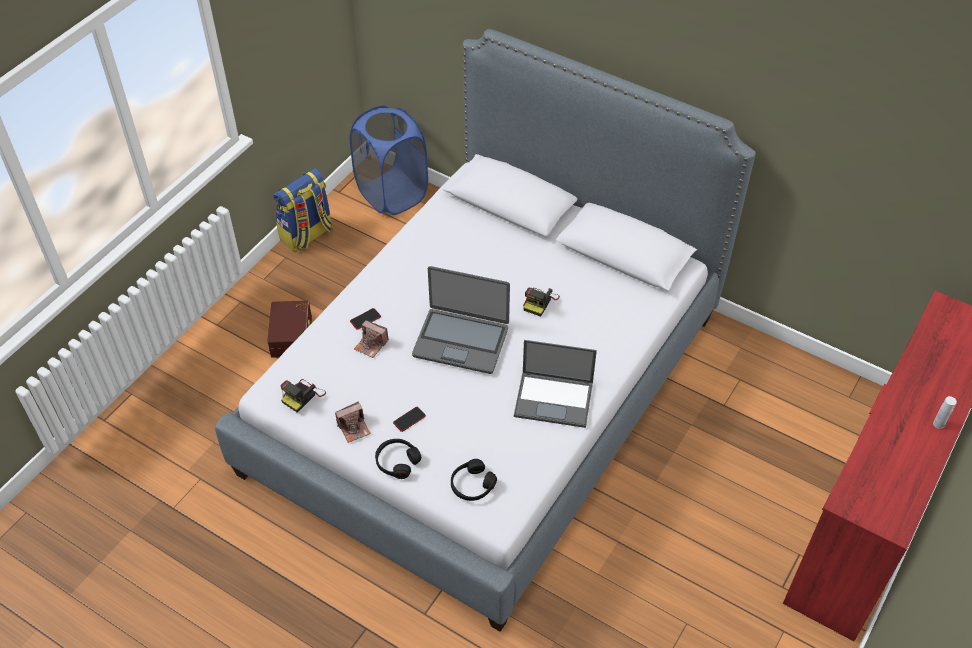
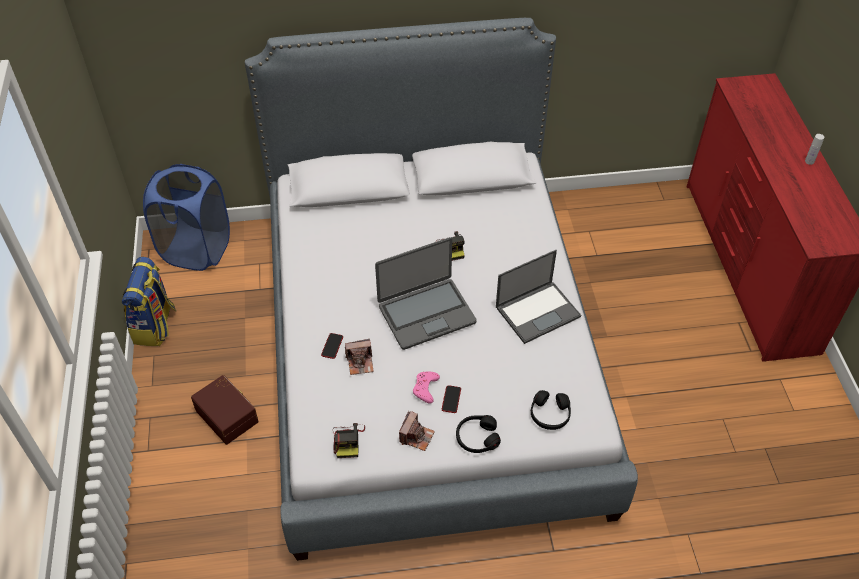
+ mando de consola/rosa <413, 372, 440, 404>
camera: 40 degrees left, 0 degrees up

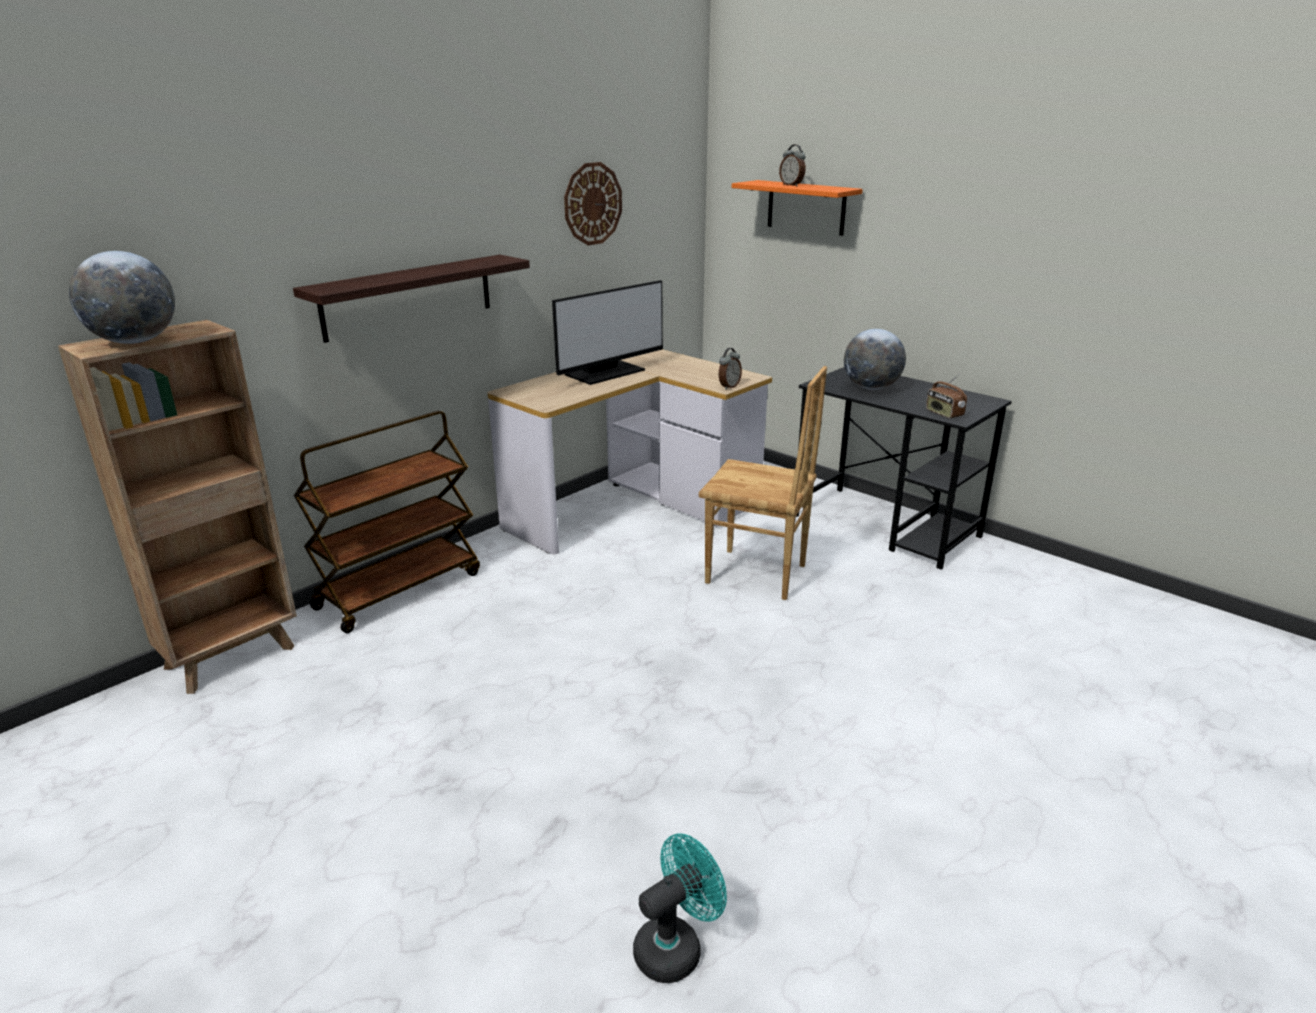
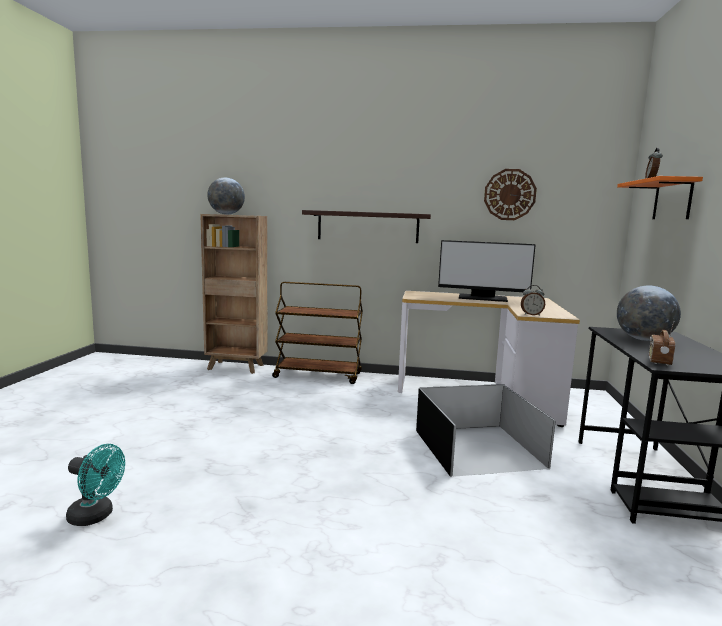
~ silla/marrón <699, 366, 827, 600> to caja de almacenaje/negro <416, 384, 556, 477>
camera: 55 degrees right, 15 degrees down

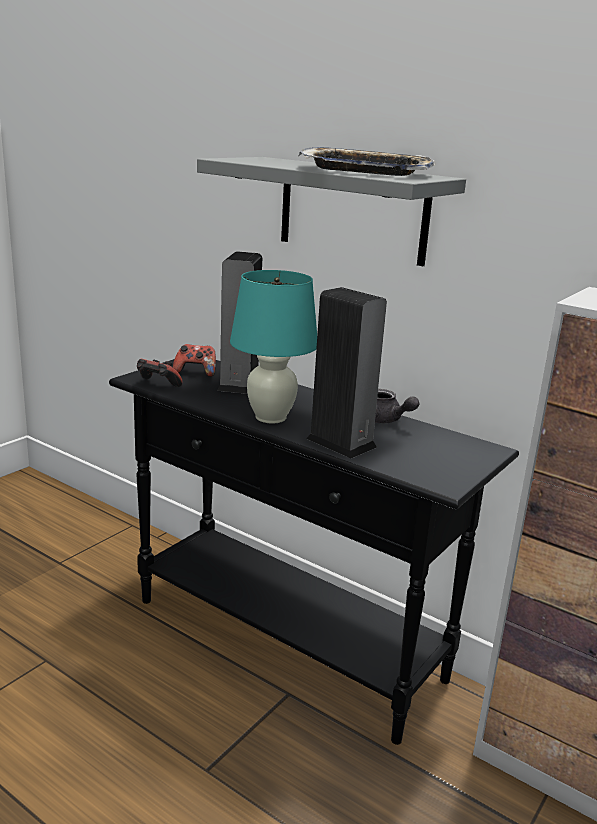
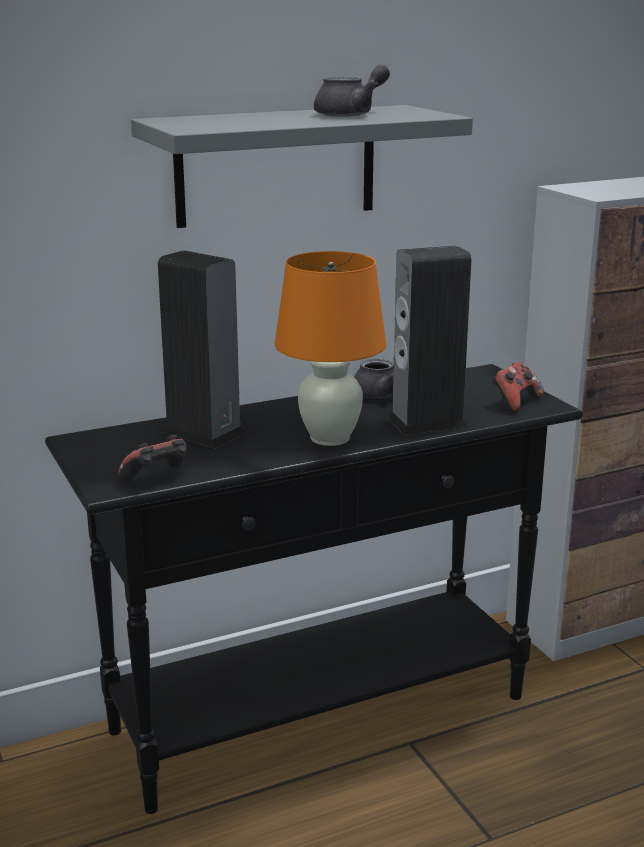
~ mando de consola <173, 344, 216, 377> to <492, 362, 544, 412>
~ bandeja <298, 147, 435, 176> to tetera/gris <314, 64, 390, 117>
~ lámpara de mesa/turquesa <230, 270, 317, 424> to lámpara de mesa/naranja <275, 251, 386, 446>
camera: 60 degrees left, 0 degrees up

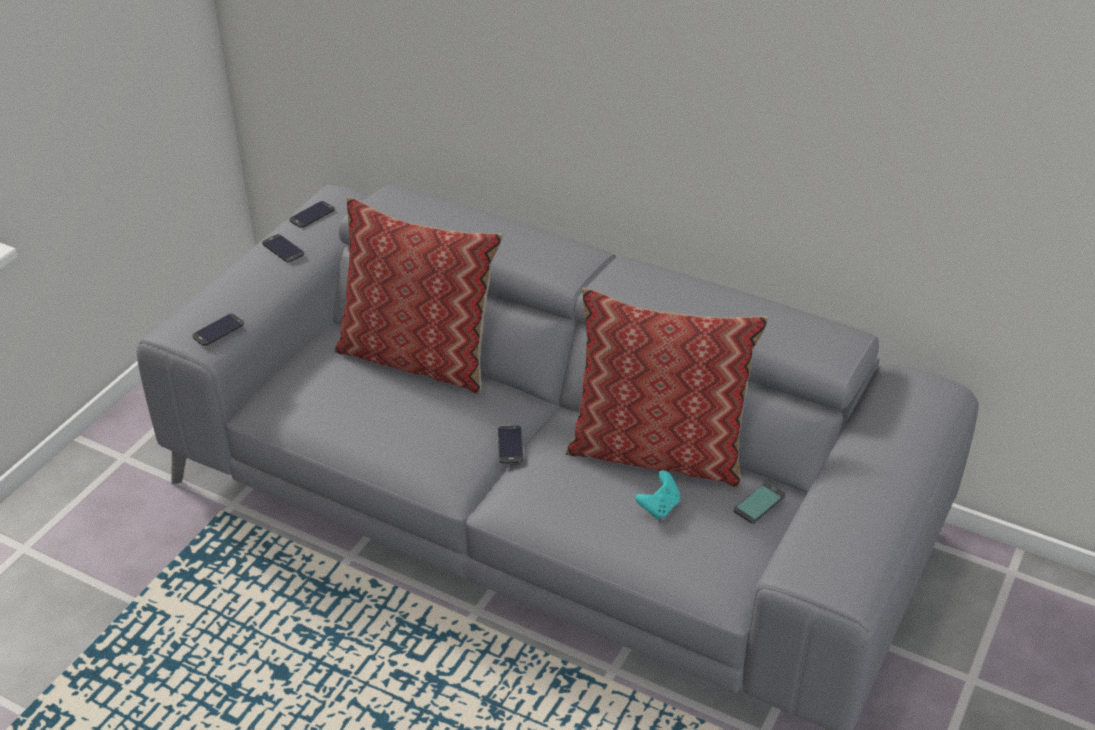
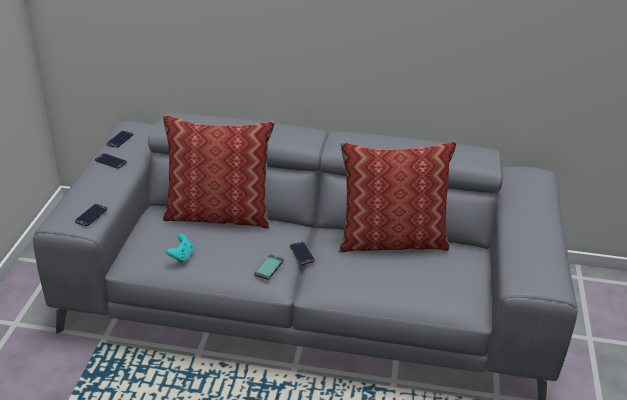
~ mando de consola/turquesa <635, 470, 680, 519> to <166, 234, 194, 263>
~ móvil <733, 482, 786, 524> to <254, 254, 284, 280>
camera: 20 degrees left, 5 degrees down

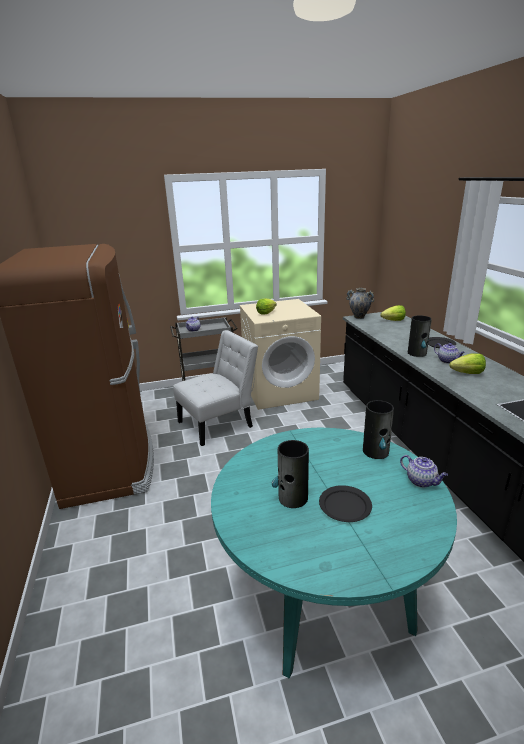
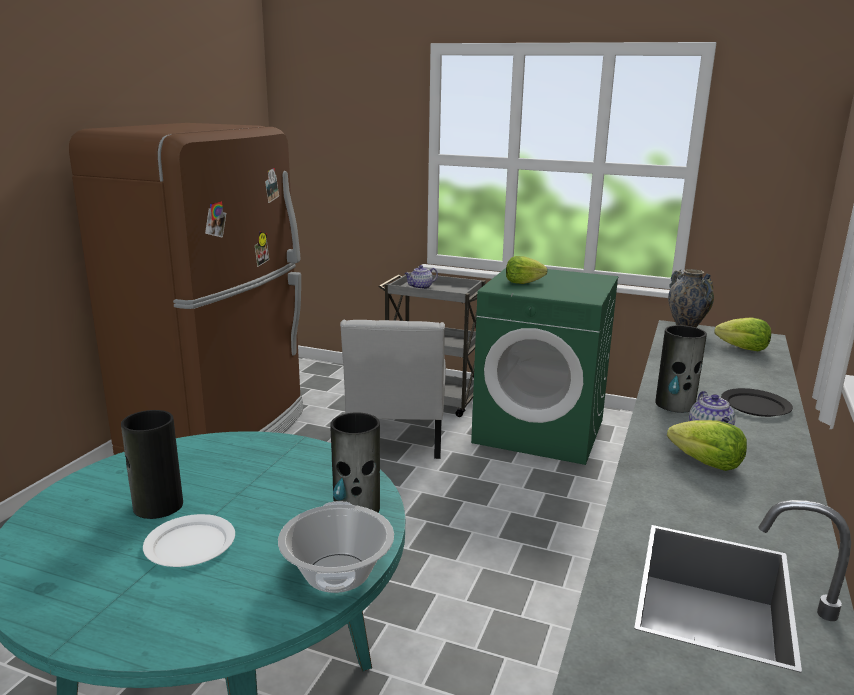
~ tetera <400, 455, 448, 488> to olla <278, 501, 394, 593>
~ lavadora/beis <239, 299, 321, 410> to lavadora/verde <471, 268, 619, 465>
~ plato/negro <319, 485, 372, 522> to plato/blanco <143, 514, 235, 567>
~ silla/blanco <173, 330, 258, 446> = <340, 320, 446, 459> 90 degrees clockwise
camera: 35 degrees right, 5 degrees down

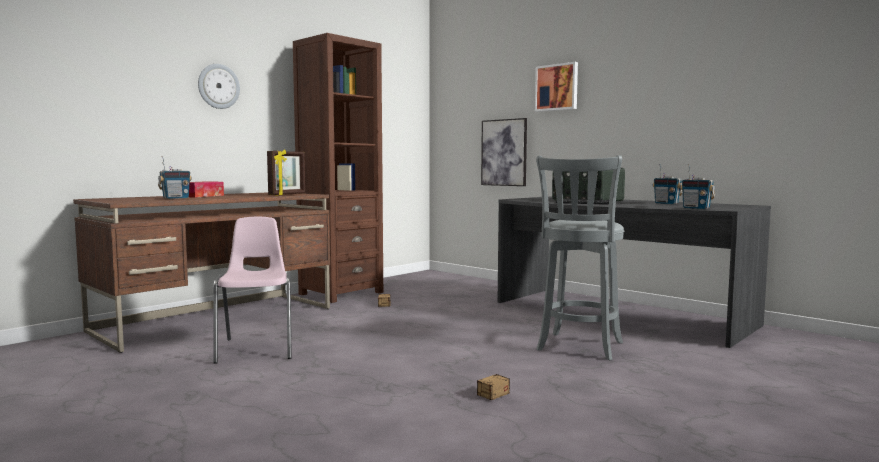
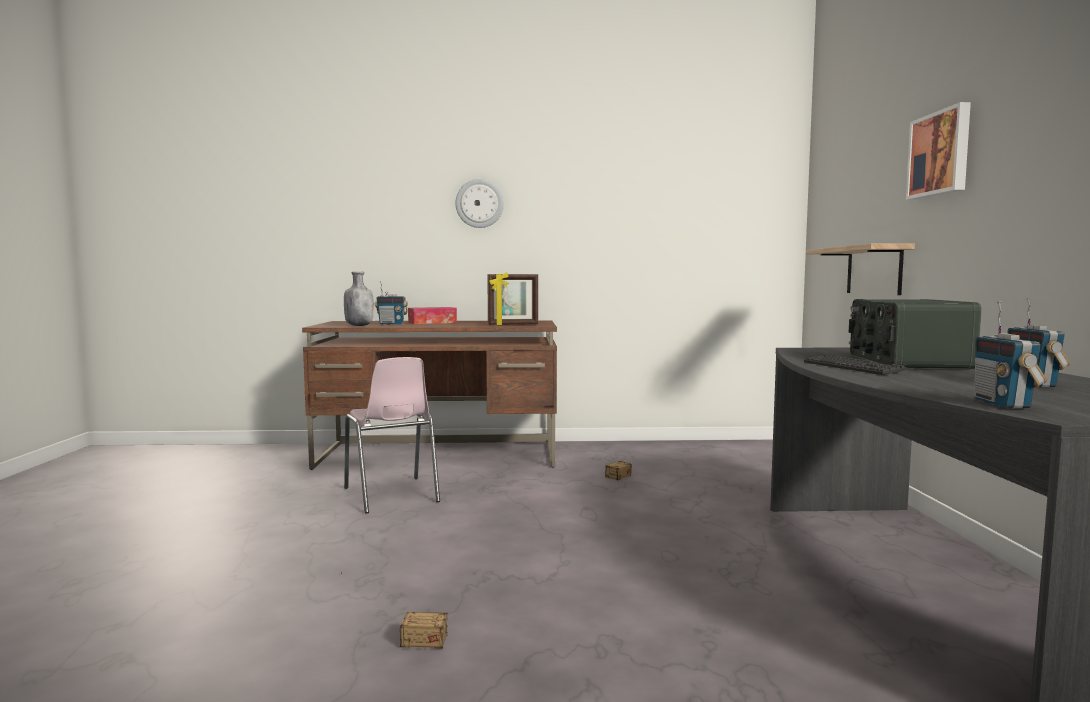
- estantería/marrón <293, 33, 383, 303>
- taburete/gris <536, 155, 624, 360>
+ botella/gris <344, 272, 374, 326>
~ cuadro <481, 118, 527, 186> to estante <806, 243, 915, 295>
~ silla/rosa <213, 217, 292, 364> = <344, 357, 440, 514> 120 degrees clockwise
camera: 45 degrees right, 0 degrees up

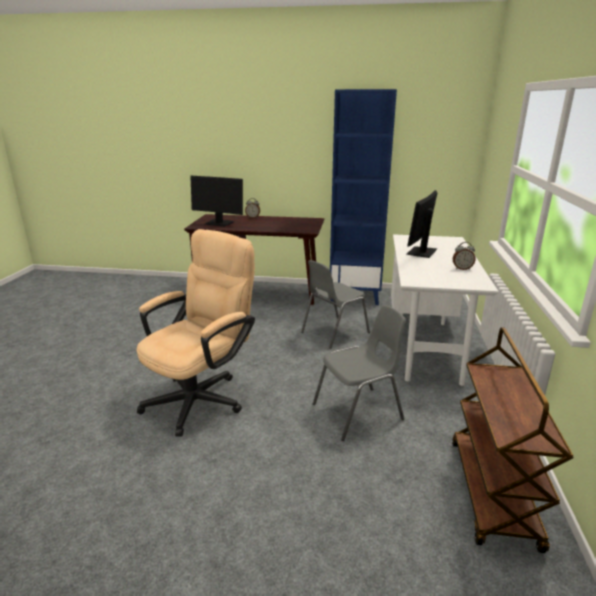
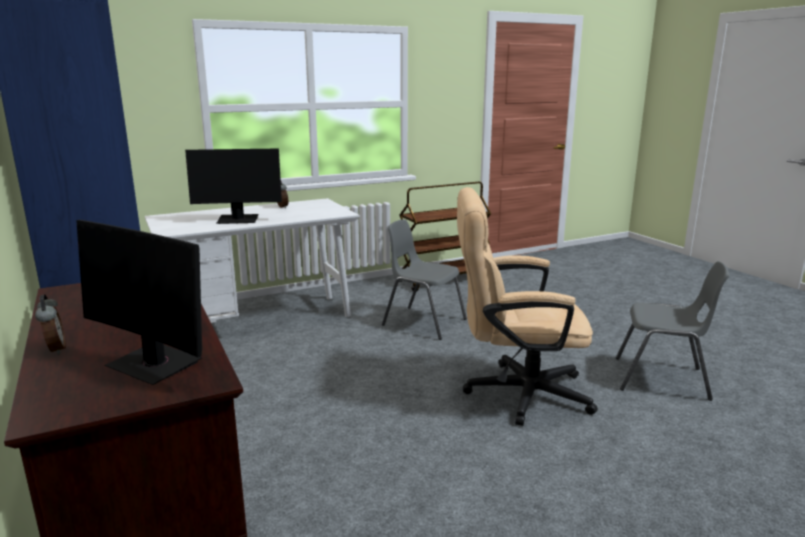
~ silla/gris <301, 260, 370, 349> to <616, 261, 730, 401>
~ monitor <191, 176, 243, 227> = <76, 220, 202, 385> 135 degrees clockwise
camera: 125 degrees left, 5 degrees down

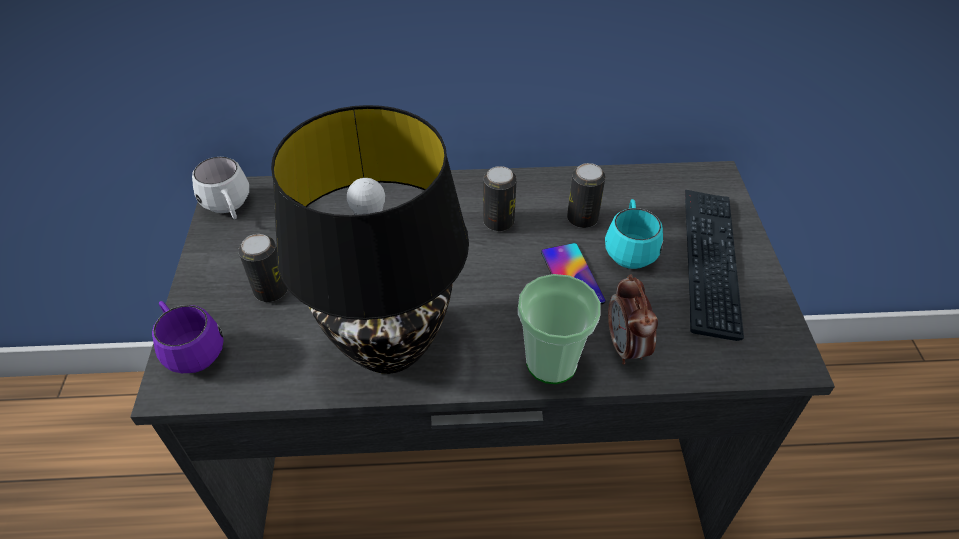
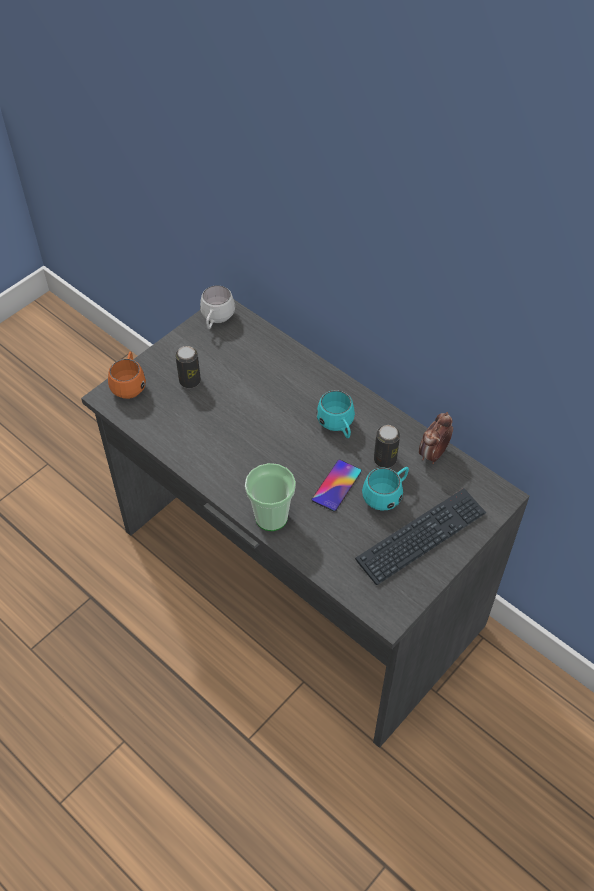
- lámpara de mesa/negro <271, 105, 469, 374>
~ despertador <608, 274, 658, 365> to <419, 412, 453, 464>
~ lata <483, 166, 517, 231> to taza grande/turquesa <316, 390, 355, 438>
~ taza grande/morado <152, 301, 223, 373> to taza grande/naranja <108, 351, 146, 399>
camera: 45 degrees right, 5 degrees up

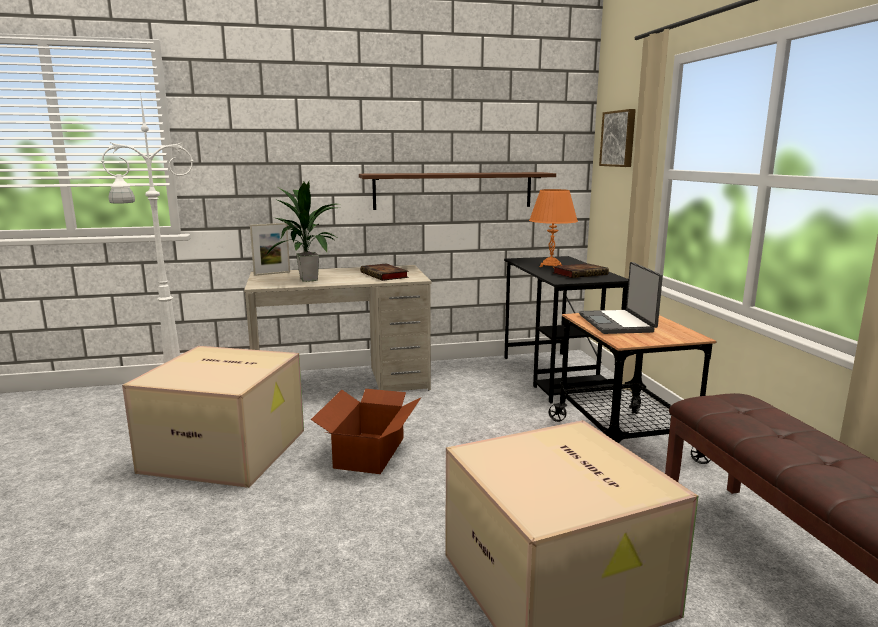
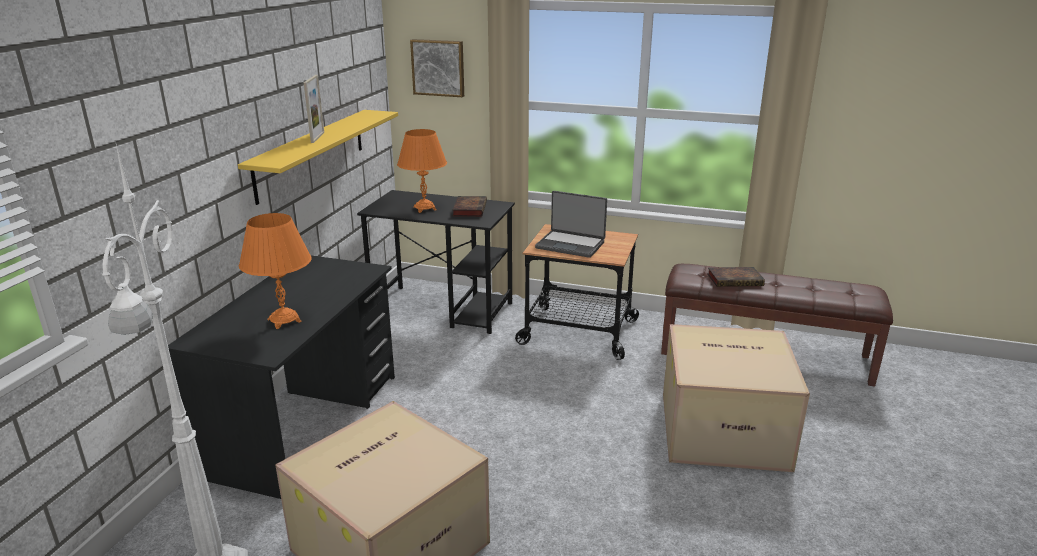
- caja de cartón <311, 389, 422, 474>
~ portarretratos <250, 223, 290, 276> to <304, 75, 324, 143>
~ libro <360, 263, 409, 281> to <707, 267, 765, 287>
~ planta en maceta <265, 181, 340, 282> to lámpara de mesa/naranja <239, 213, 312, 329>
~ escritorio/beis <244, 265, 432, 391> to escritorio/negro <168, 255, 395, 499>
~ estante/marrón <359, 172, 556, 210> to estante/amarillo <238, 110, 398, 205>
camera: 60 degrees left, 10 degrees up

